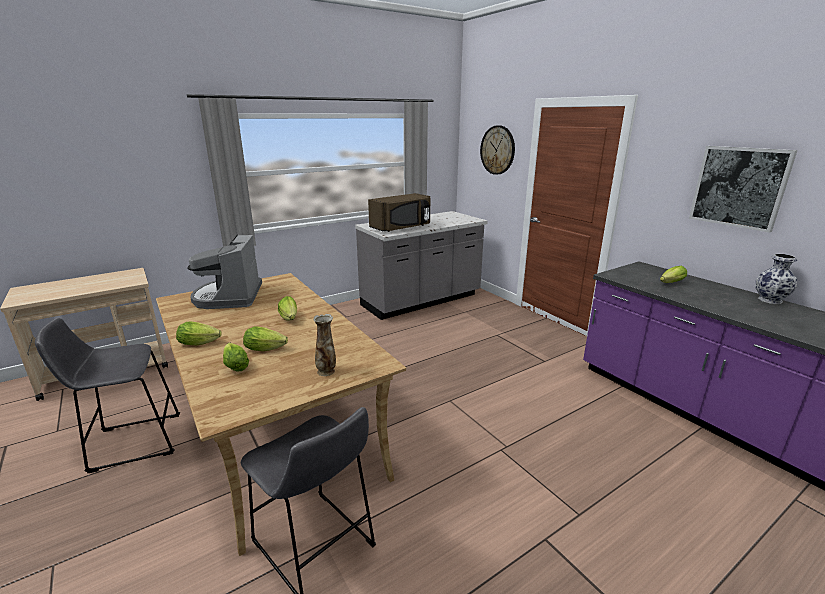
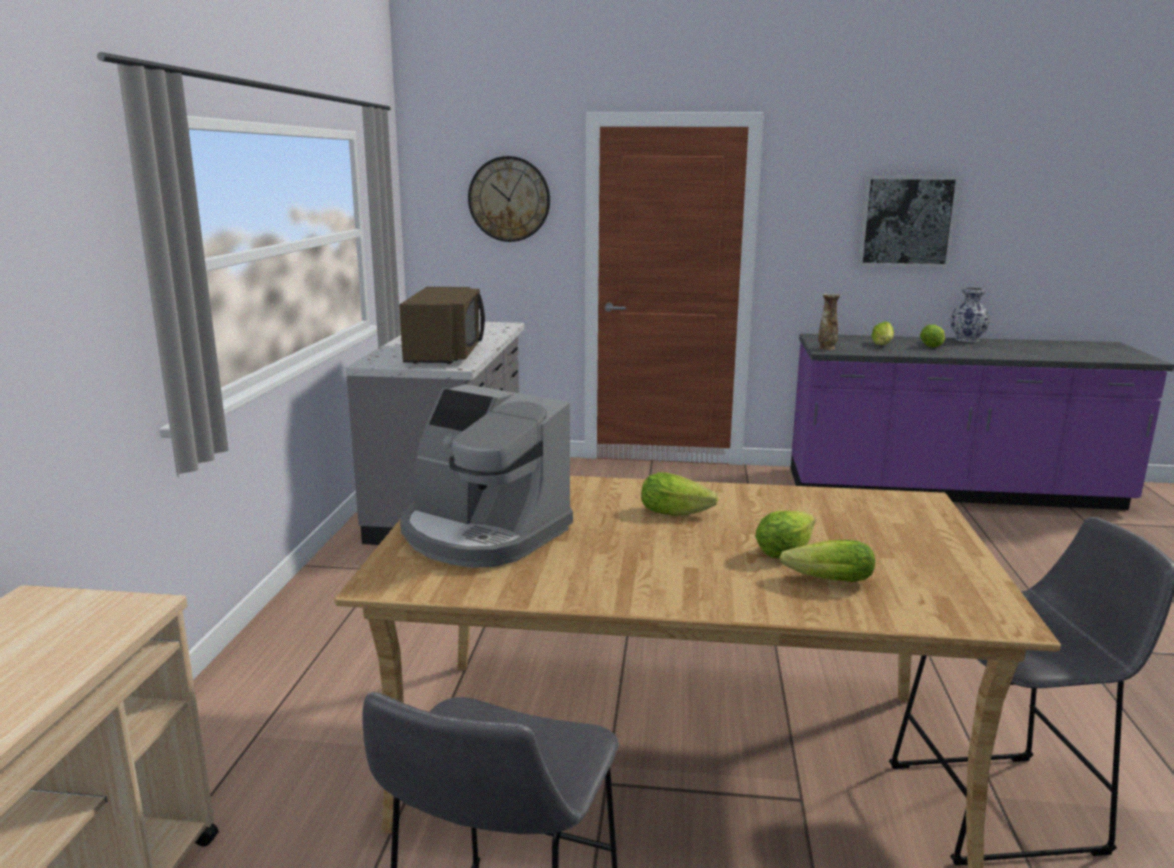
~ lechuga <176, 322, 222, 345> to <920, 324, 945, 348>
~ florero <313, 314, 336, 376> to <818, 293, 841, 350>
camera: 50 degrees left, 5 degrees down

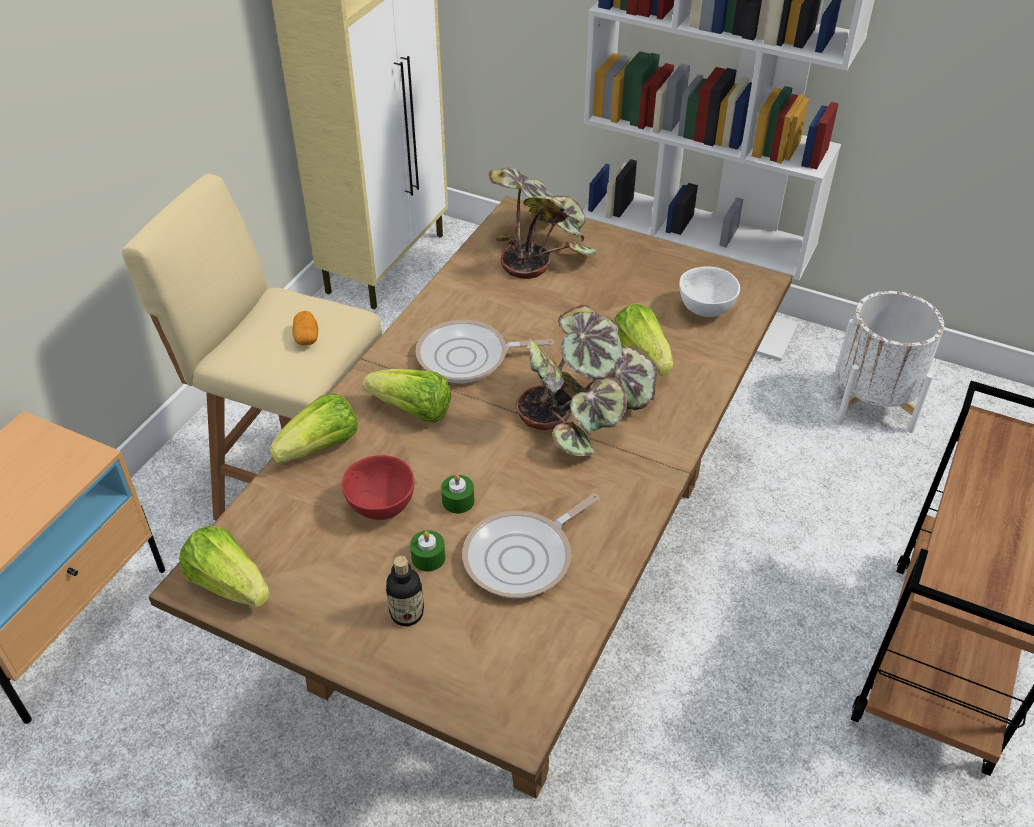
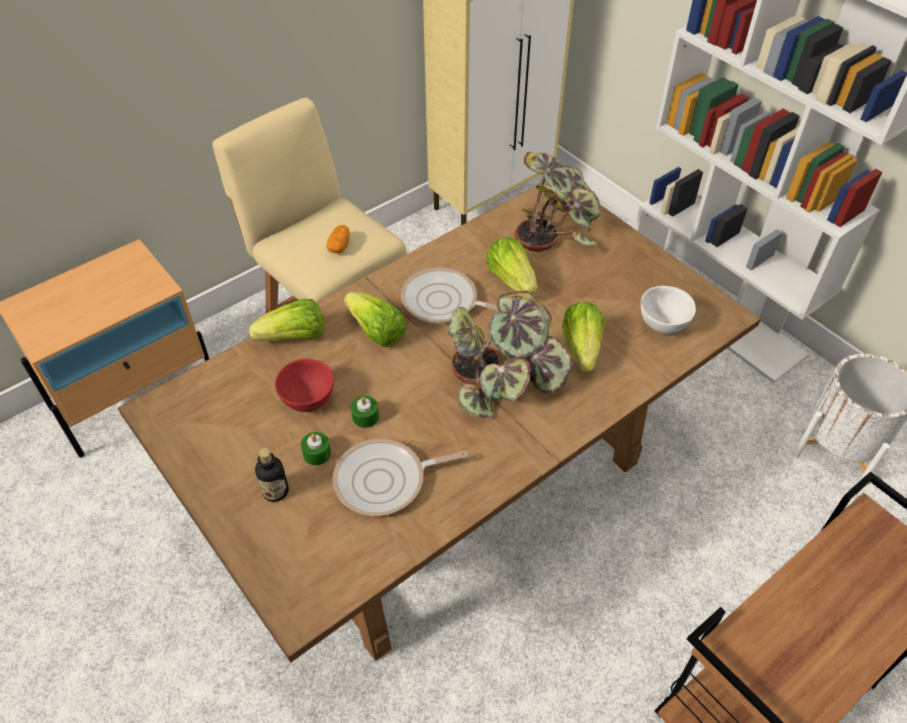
~ lechuga <179, 526, 270, 607> to <486, 237, 537, 295>
camera: 25 degrees right, 5 degrees up

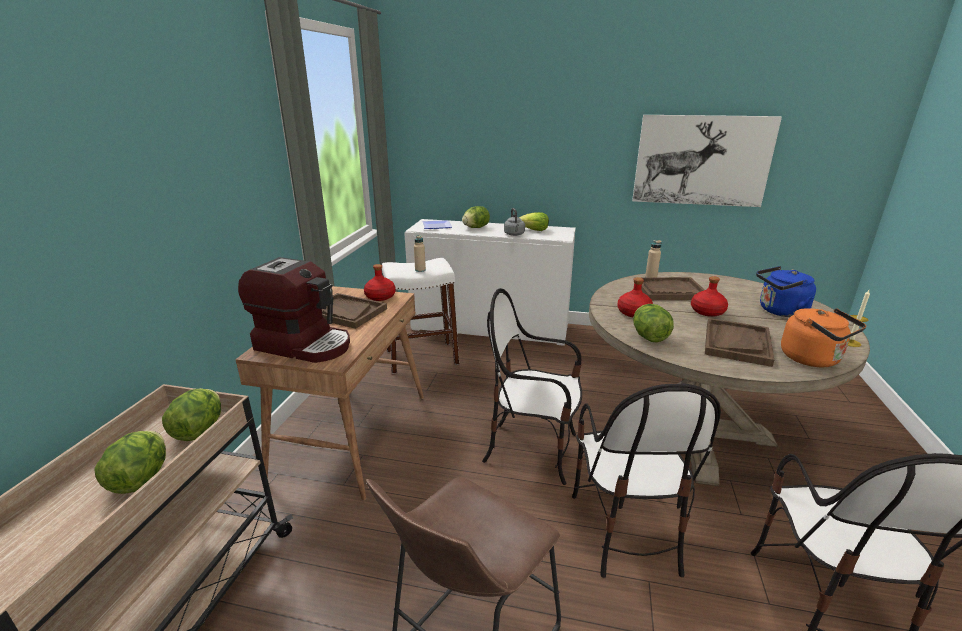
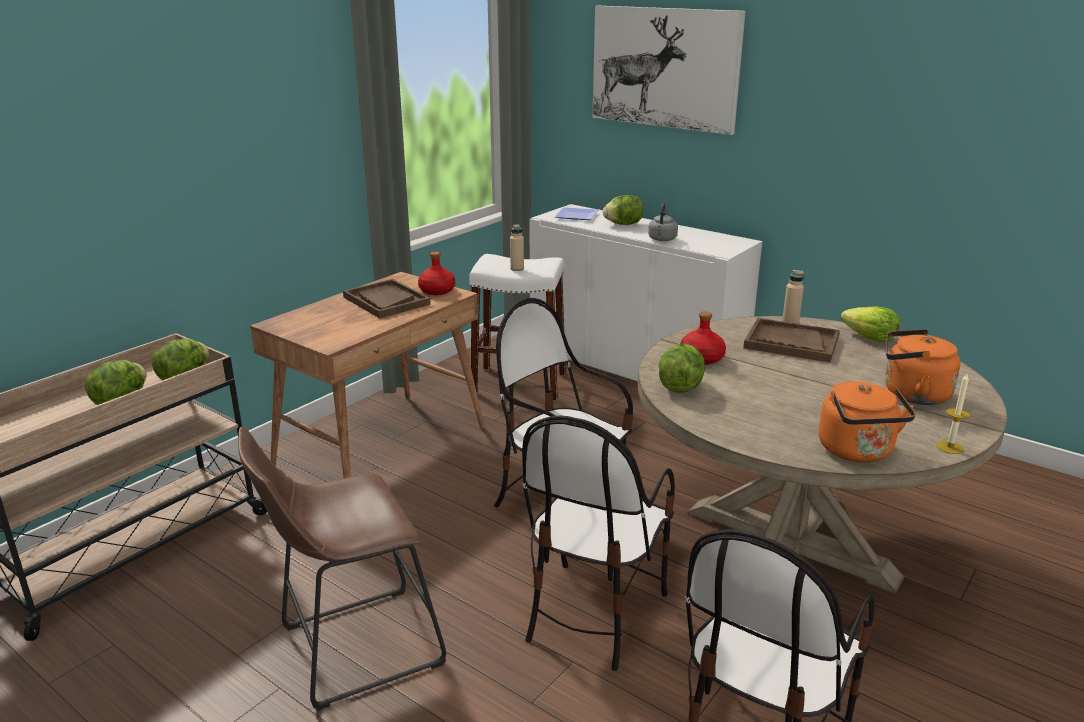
- cafetera <238, 257, 350, 363>
- botella/rojo <691, 276, 728, 317>
- bandeja/marrón <705, 318, 774, 367>
~ lechuga <519, 212, 549, 231> to <841, 306, 900, 342>
~ cuadro <632, 115, 782, 207> to <592, 6, 746, 135>
~ hervidor/azul <756, 266, 816, 317> to hervidor/naranja <885, 329, 960, 405>
camera: 25 degrees right, 0 degrees up

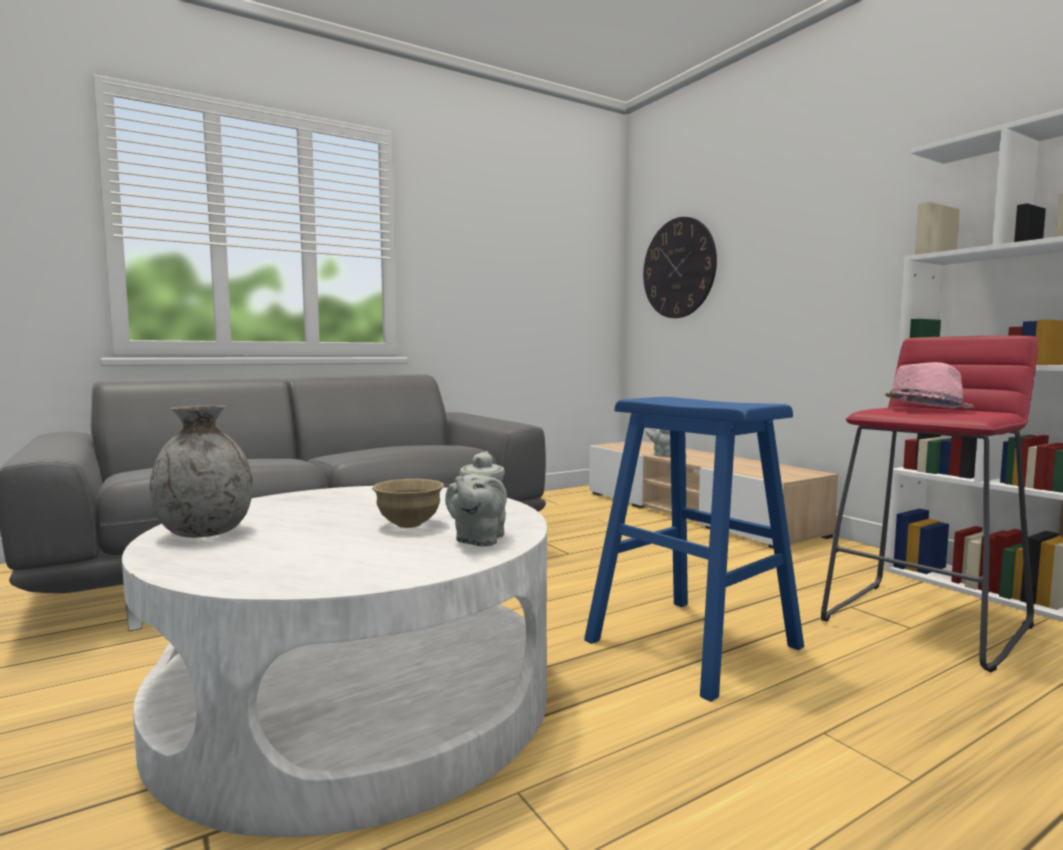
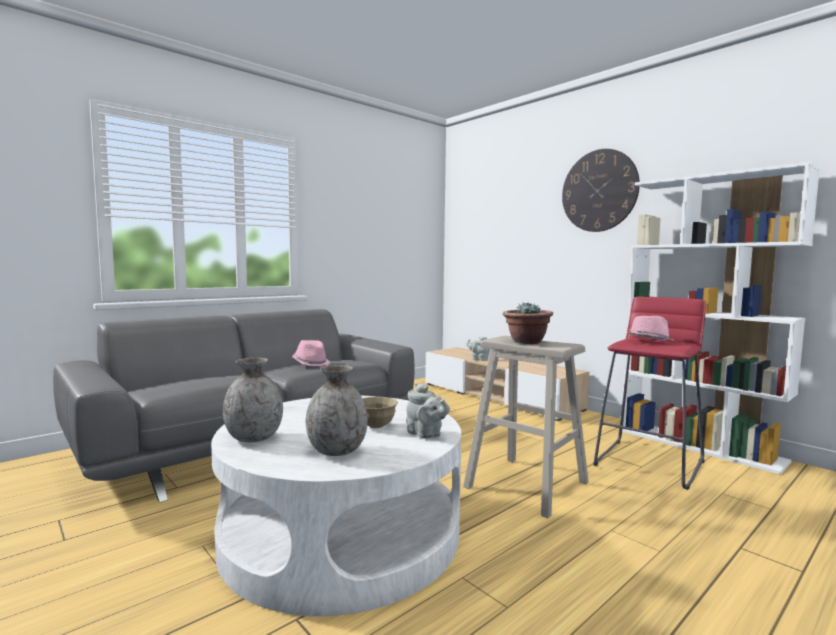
+ sombrero/rosa <292, 340, 330, 366>
+ florero/gris <306, 365, 368, 456>
+ planta en maceta <503, 303, 553, 344>
~ reloj de pared <643, 217, 717, 318> to <562, 149, 640, 232>
~ taburete/azul <584, 397, 804, 702> to taburete/beis <463, 336, 589, 518>
~ tetera/gris <445, 451, 507, 547> = <406, 383, 450, 439> 45 degrees counterclockwise
camera: 10 degrees left, 0 degrees up

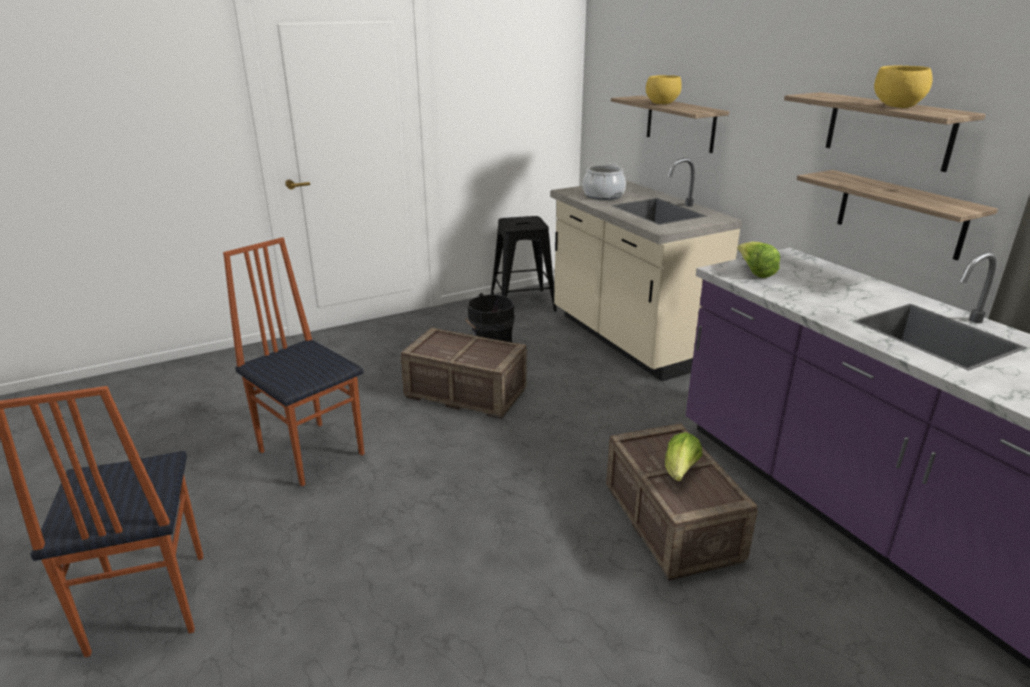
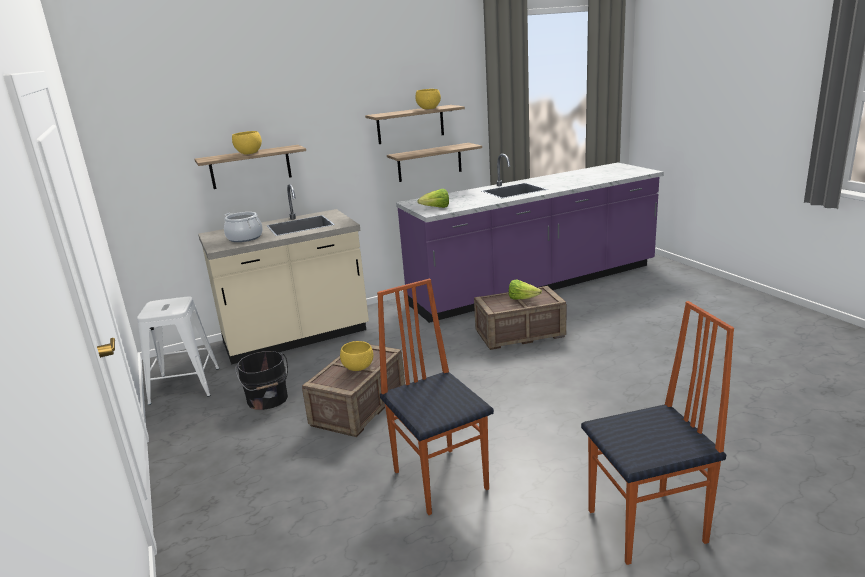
+ cuenco/amarillo <340, 341, 373, 371>
~ taburete/negro <491, 216, 557, 312> to taburete/blanco <137, 297, 219, 405>
~ silla <223, 237, 365, 486> = <377, 279, 494, 515> 105 degrees clockwise
camera: 85 degrees left, 5 degrees down

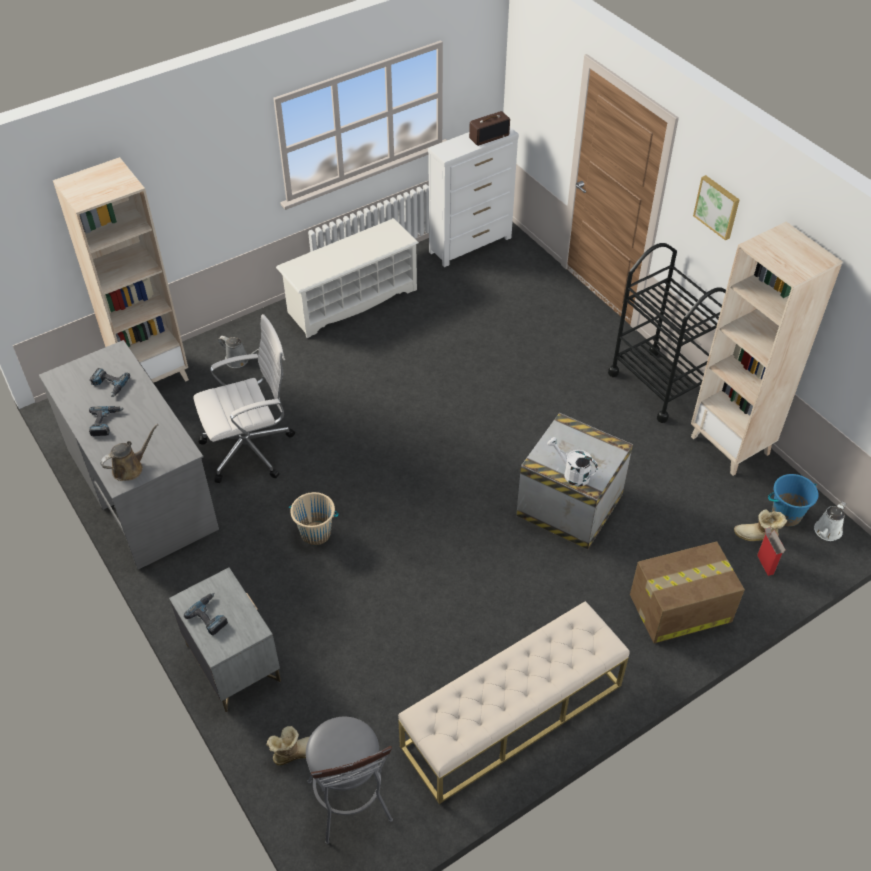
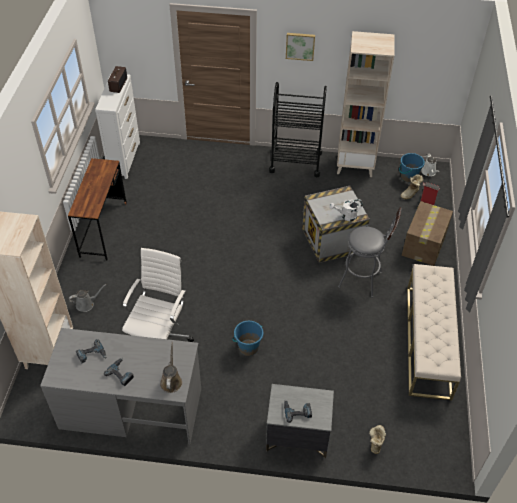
~ taburete/gris <306, 717, 393, 844> to <338, 207, 401, 298>
~ zapatero/blanco <276, 218, 419, 338> to escritorio/marrón <68, 158, 127, 260>
~ cubo/beis <289, 492, 338, 545> to cubo/azul <232, 321, 263, 356>
camera: 50 degrees left, 0 degrees up

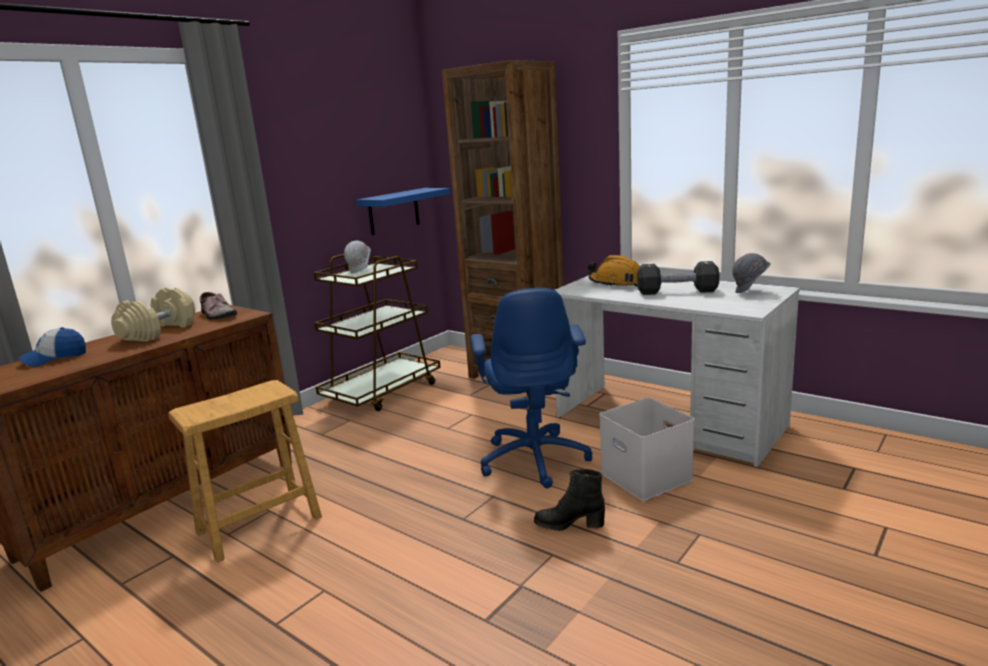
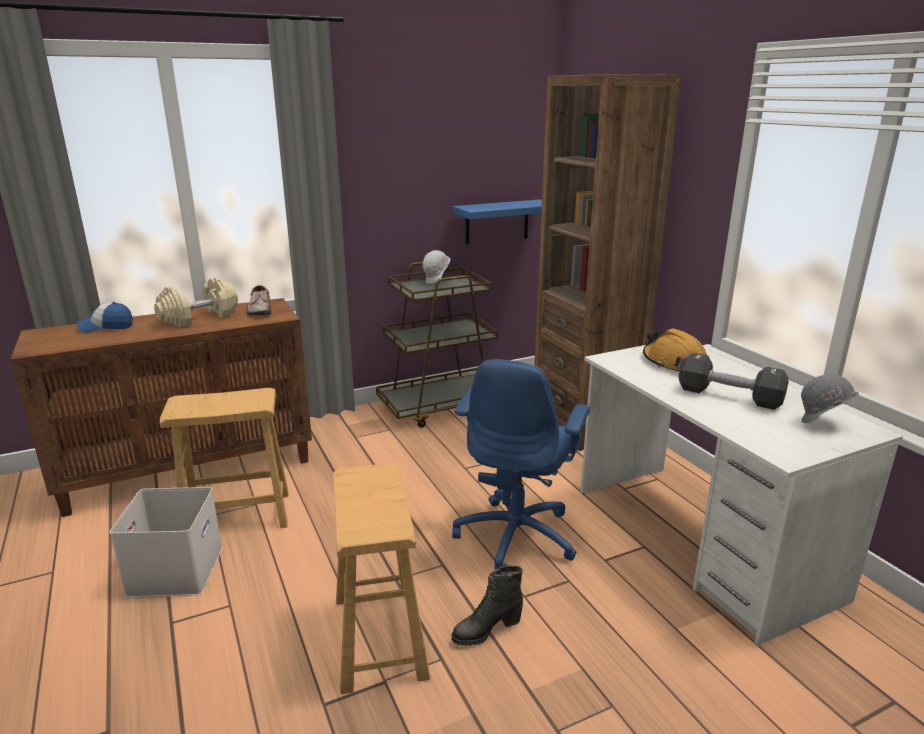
+ taburete/marrón <333, 463, 430, 694>
~ caja de almacenaje/blanco <599, 398, 694, 501> to <110, 487, 223, 597>
~ bota/negro <534, 469, 605, 531> = <452, 566, 523, 646> 60 degrees counterclockwise
camera: 25 degrees right, 5 degrees up

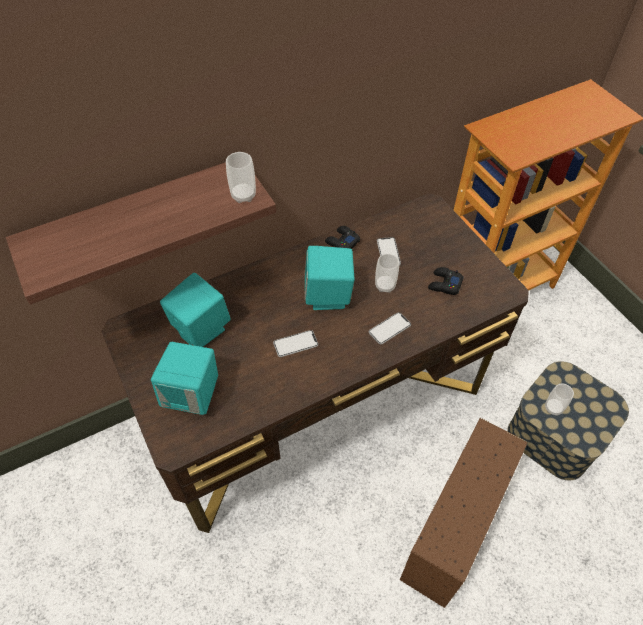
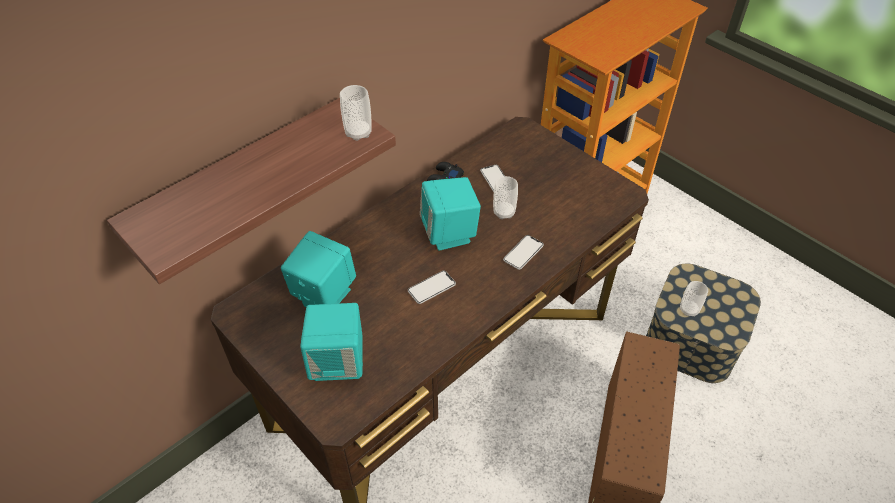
- mando de consola/negro <428, 267, 464, 295>
camera: 15 degrees left, 5 degrees down

